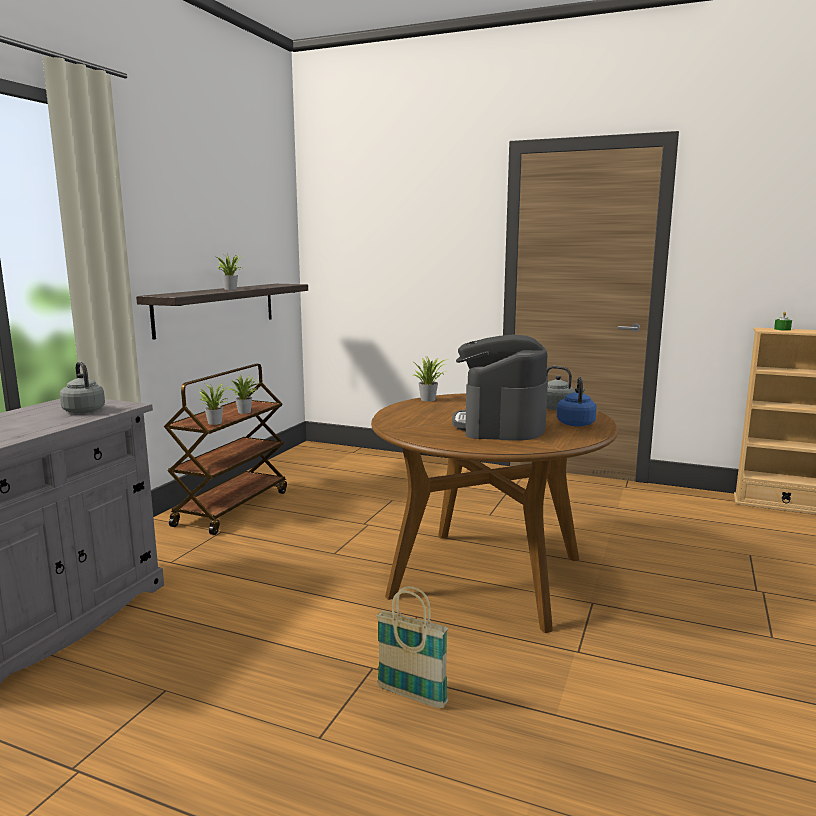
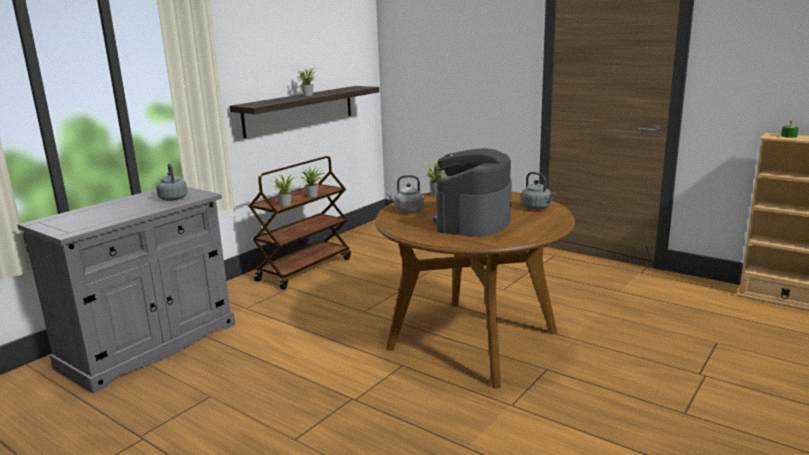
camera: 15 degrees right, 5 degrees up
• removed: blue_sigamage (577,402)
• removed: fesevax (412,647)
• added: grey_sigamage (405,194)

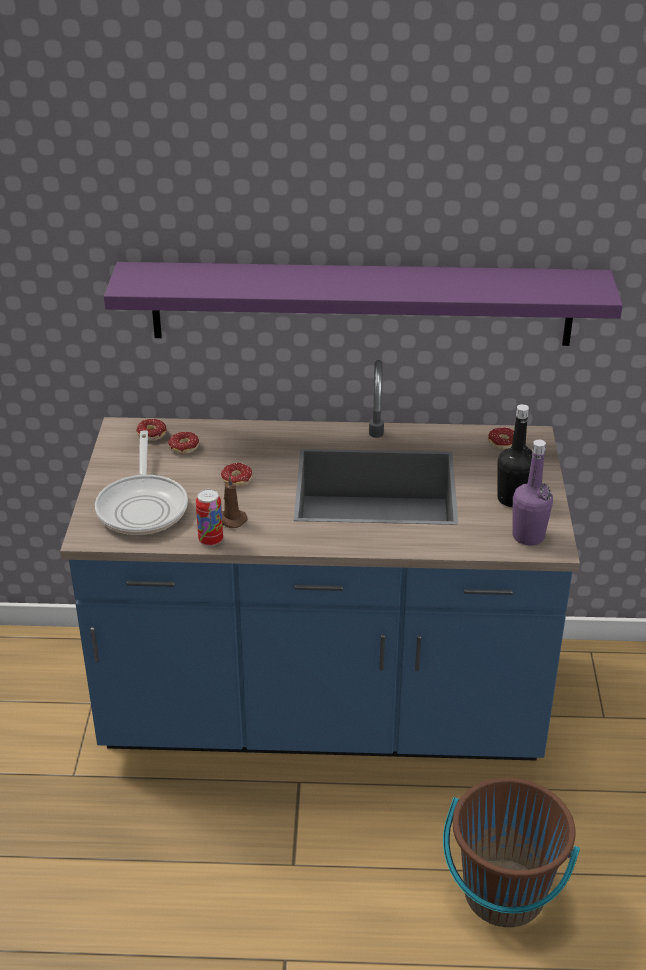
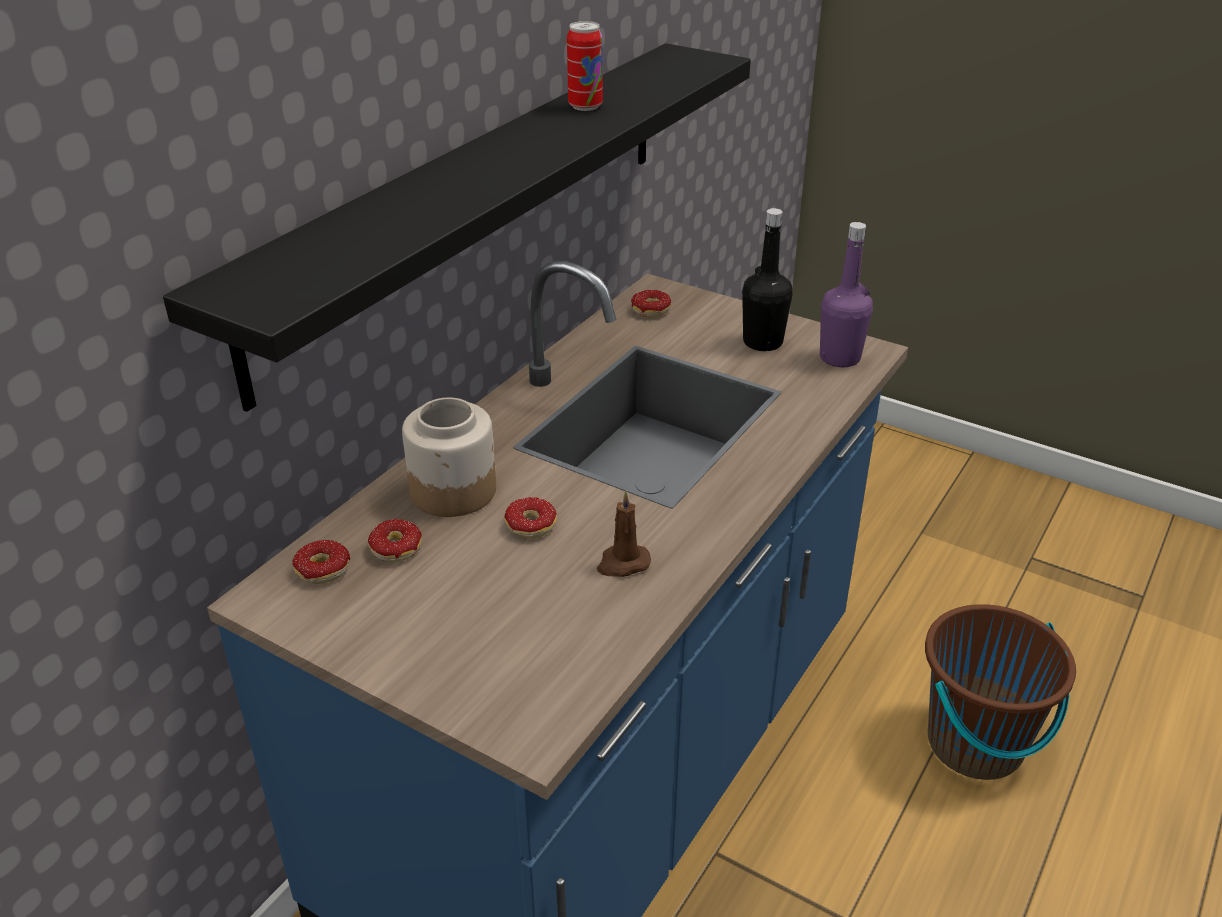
camera: 60 degrees left, 0 degrees up
• recoloured: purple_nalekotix (363,304) to black_nalekotix (457,227)
• removed: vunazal (141,482)
• moved: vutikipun (209,517) to (585,66)
• added: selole (449,457)

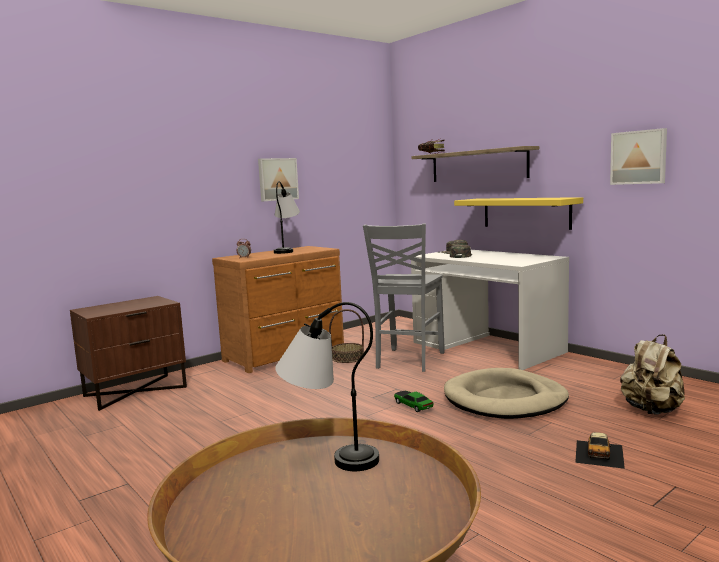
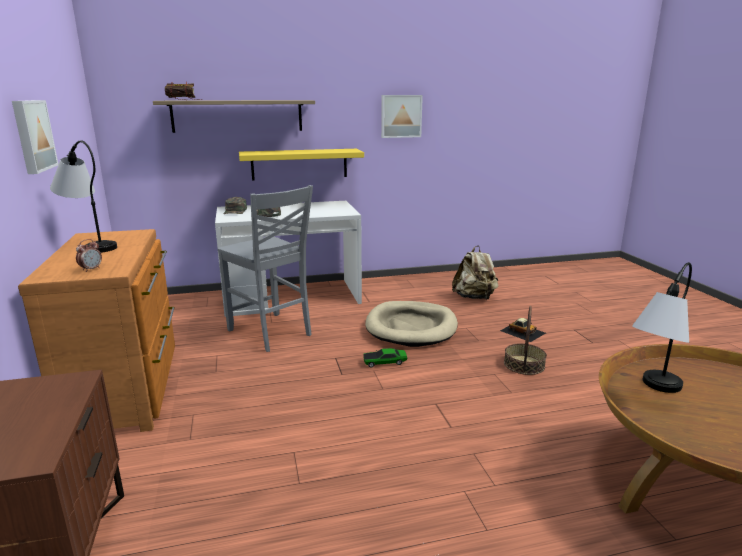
camera: 65 degrees left, 10 degrees up
• moved: fesevax (346,336) to (525,340)

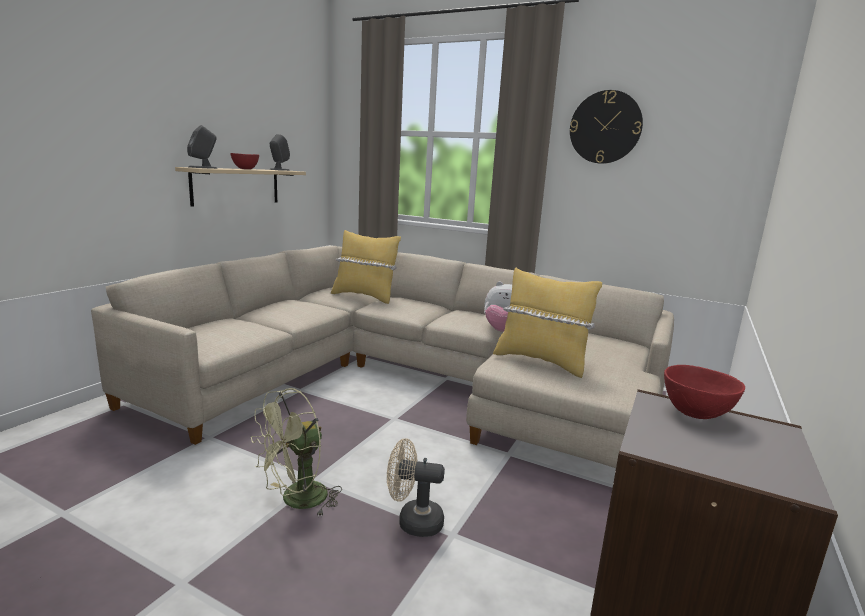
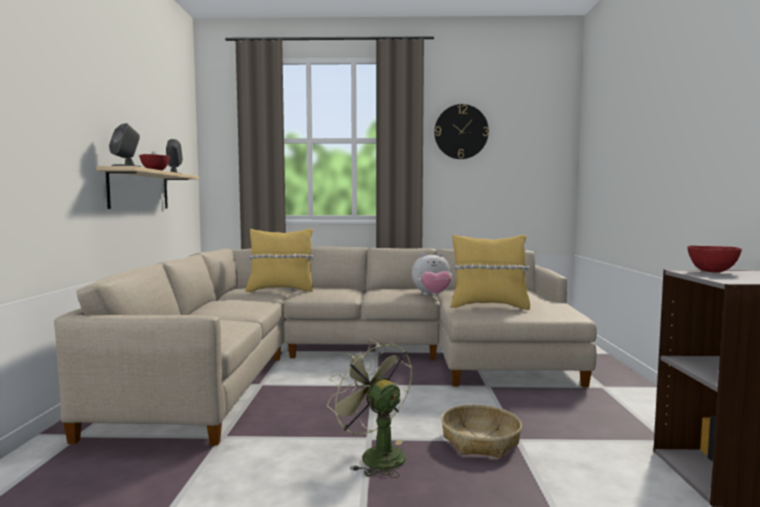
camera: 25 degrees left, 10 degrees down
• turned: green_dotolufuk (296,452) = (369,408) 120 degrees clockwise
• replaced: beige_dotolufuk (416,487) to fesevax (481,431)

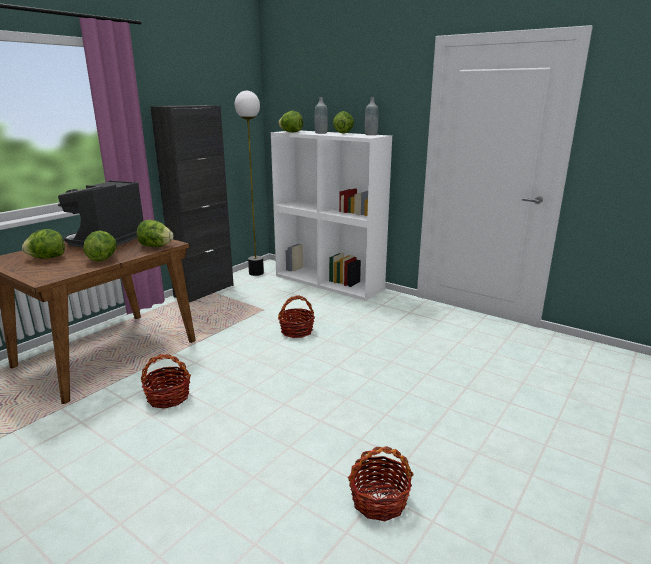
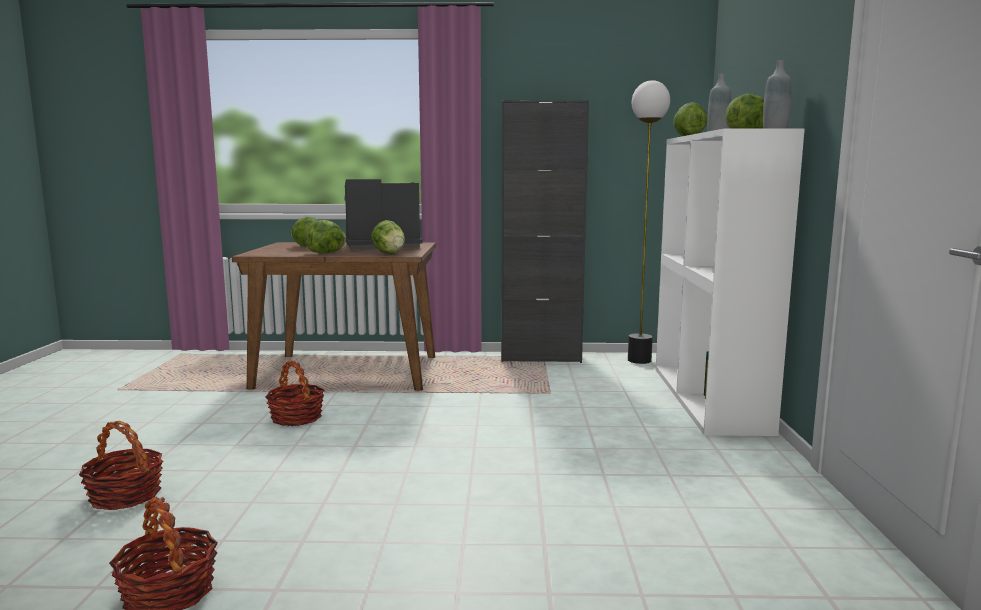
camera: 55 degrees right, 10 degrees down
• moved: fesevax (296,317) to (121,465)

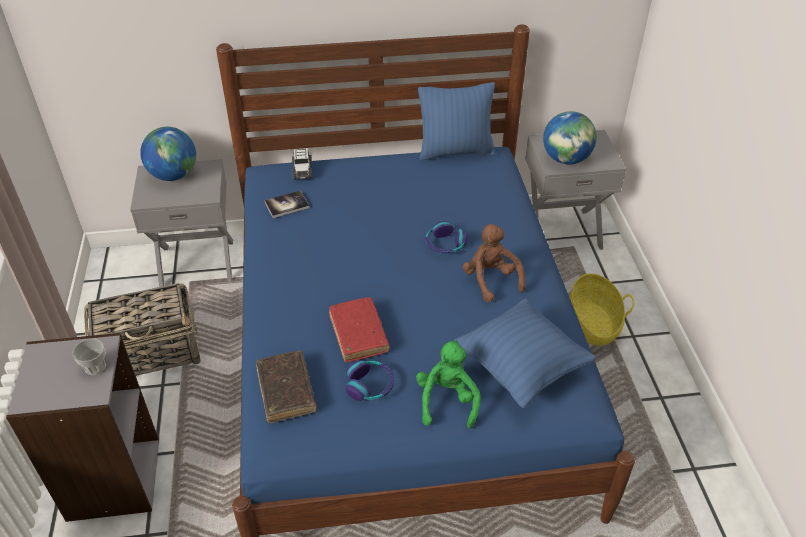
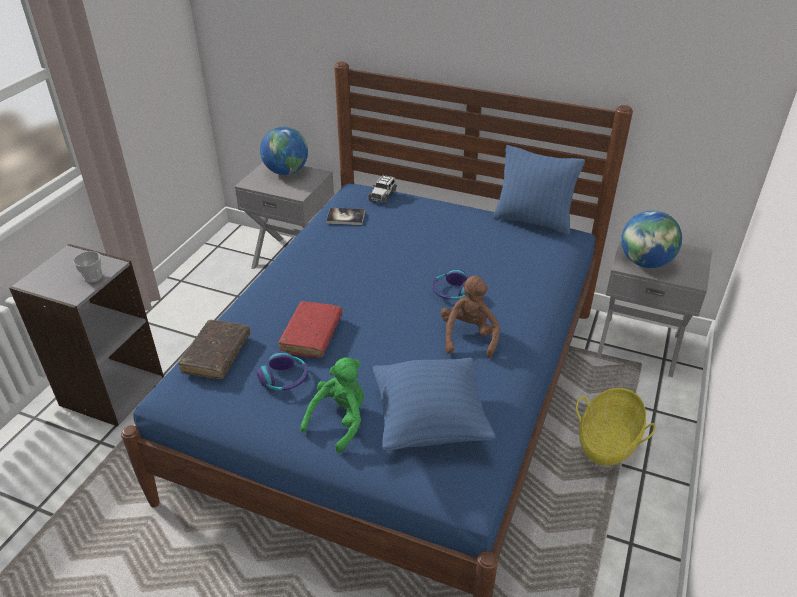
camera: 30 degrees right, 5 degrees down
• removed: fesevax (142,329)

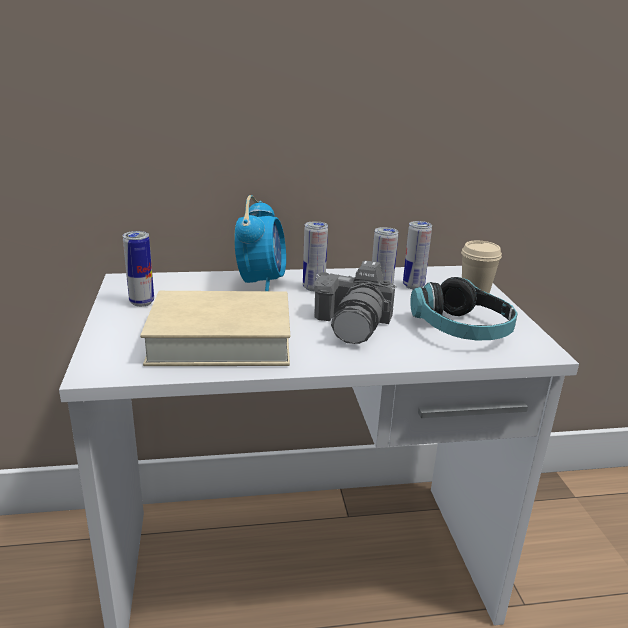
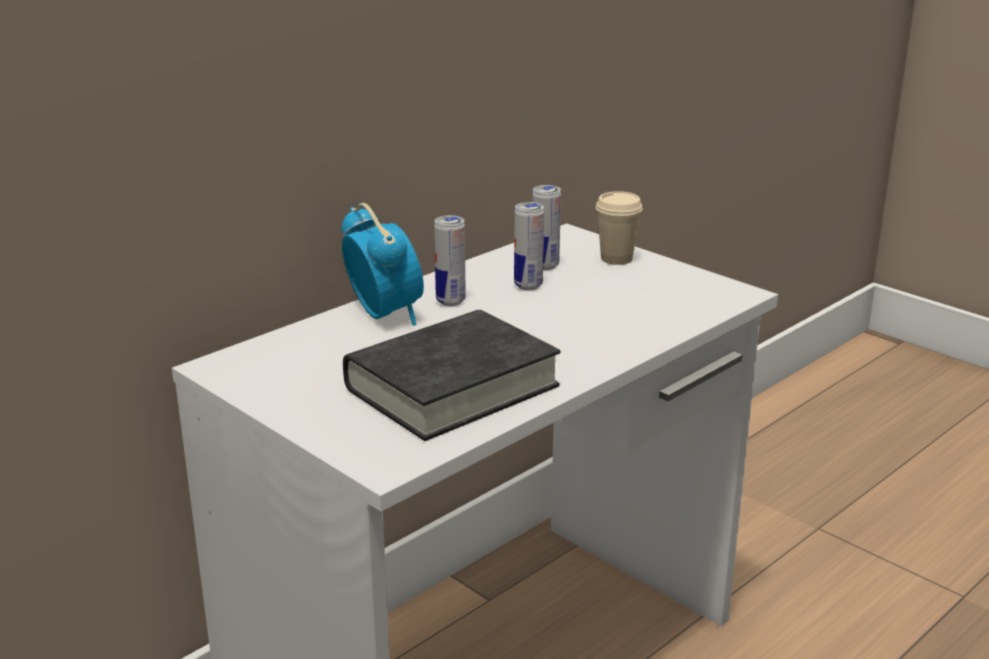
camera: 35 degrees left, 0 degrees up
• removed: vutikipun (138,269)
• removed: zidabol (355,302)
• removed: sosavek (464,309)
• recoloured: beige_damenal (215,328) to black_damenal (451,375)

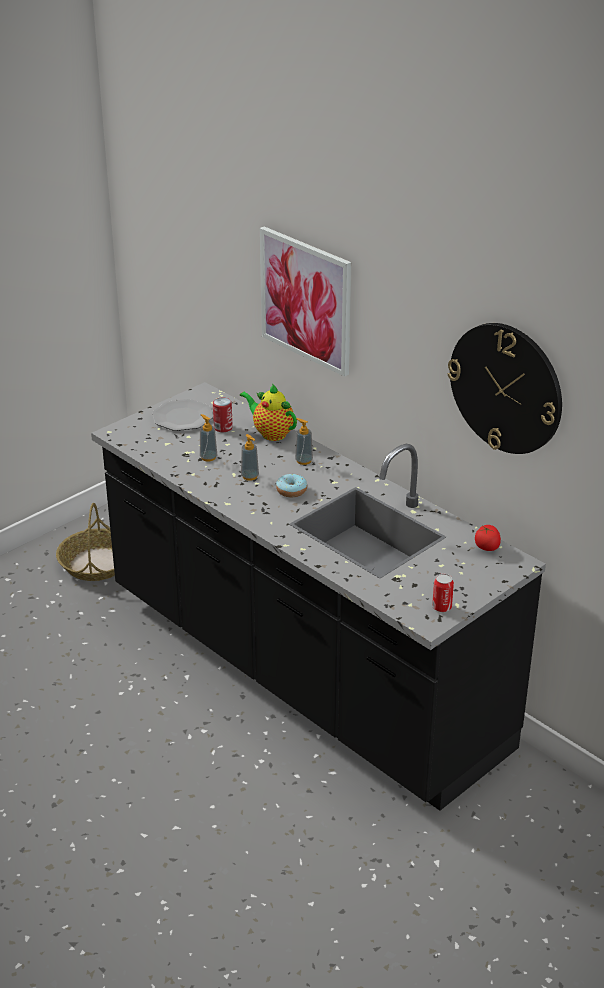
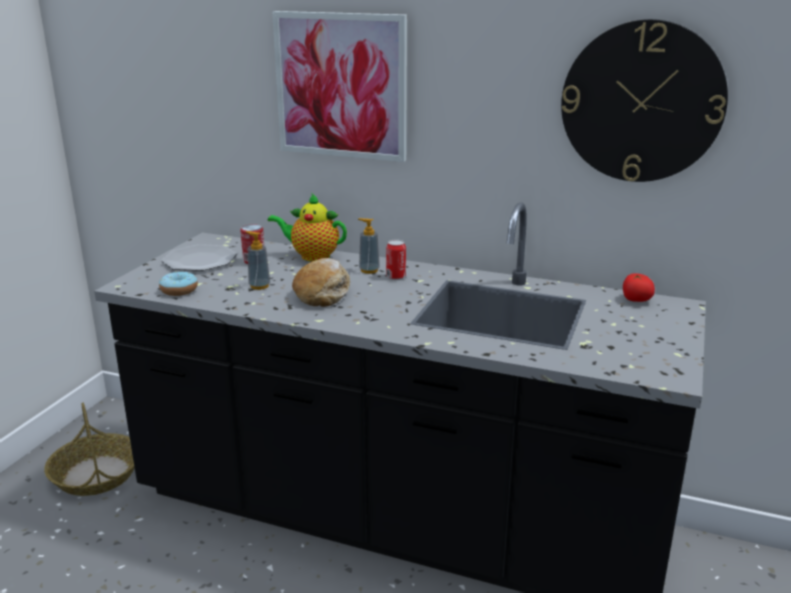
camera: 25 degrees left, 10 degrees down
• replaced: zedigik (250,457) to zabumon (321,282)
• moved: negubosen (291,485) to (178,284)
• moved: vutikipun (443,593) to (396,259)

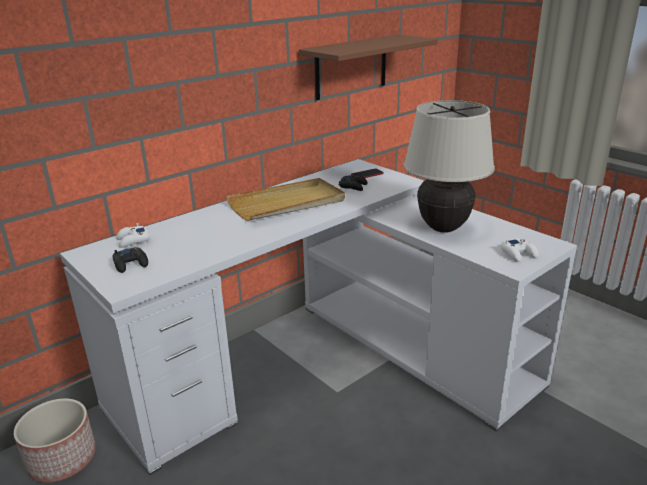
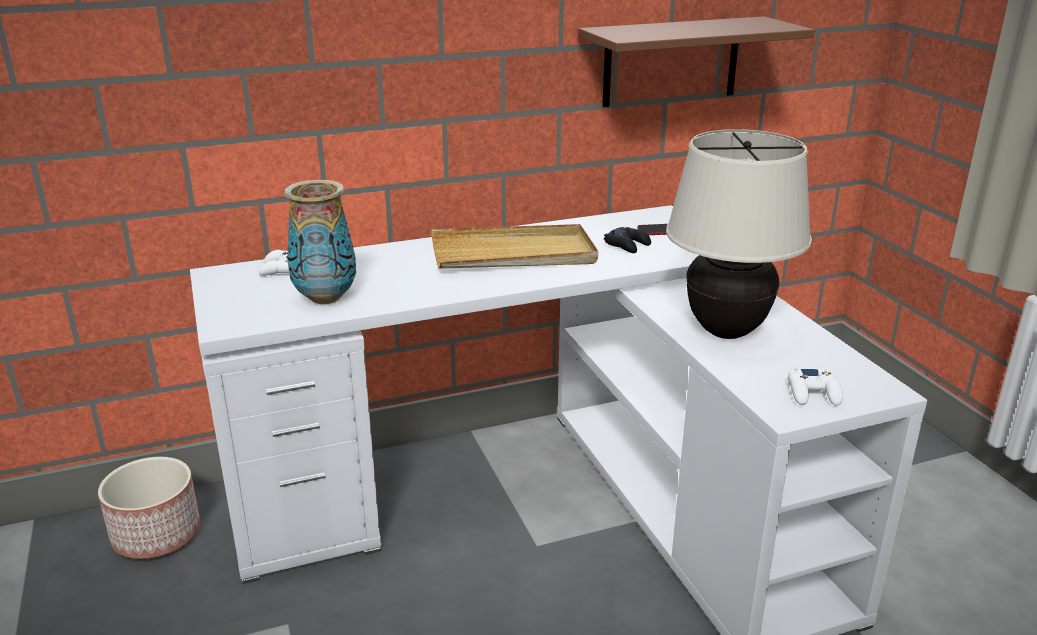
camera: 20 degrees right, 0 degrees up
• removed: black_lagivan (130,260)
• added: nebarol (320,242)

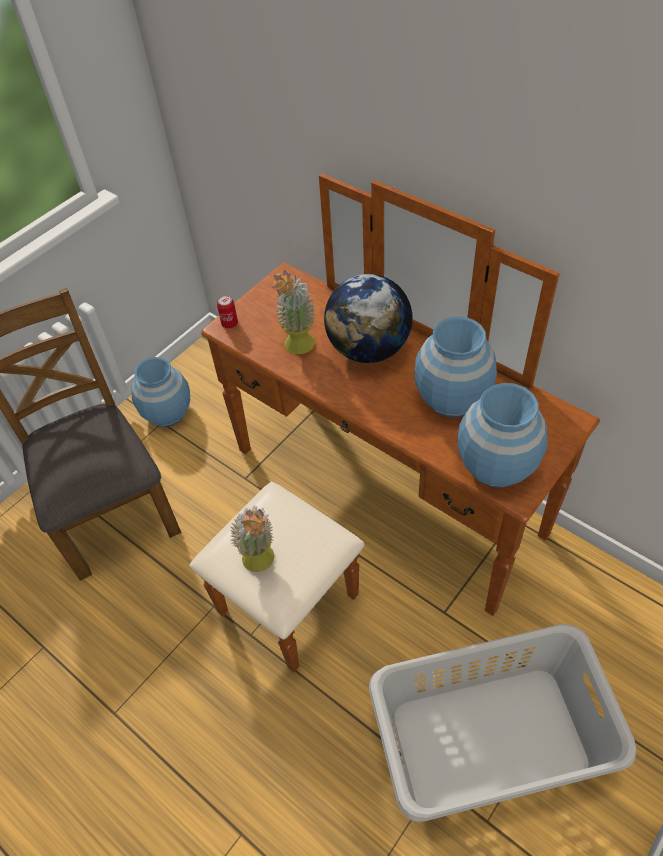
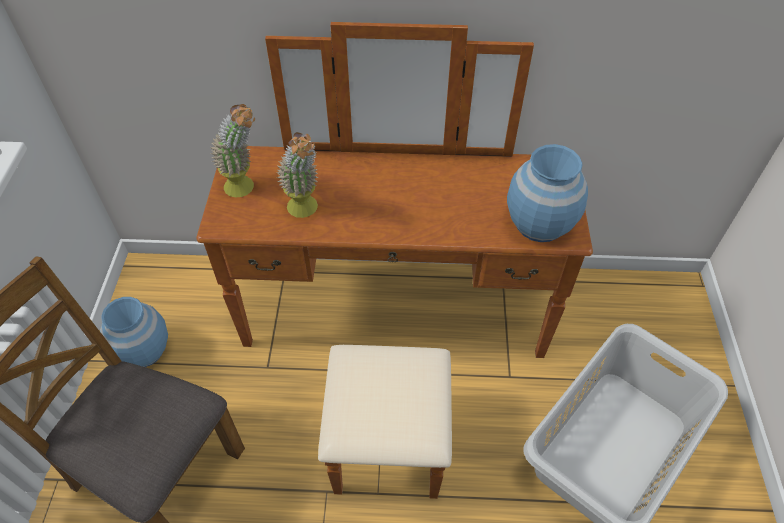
camera: 40 degrees left, 0 degrees up
• removed: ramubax (368,318)
• removed: vutikipun (227,312)
• removed: blue_nebarol (455,366)
• moved: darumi (253,538) to (232,150)

